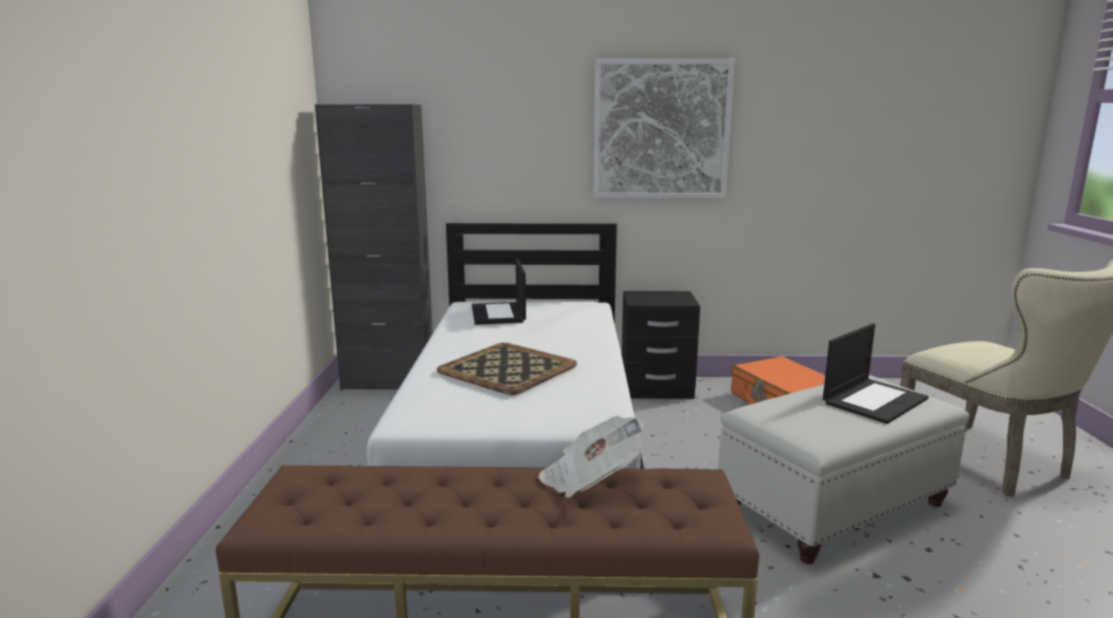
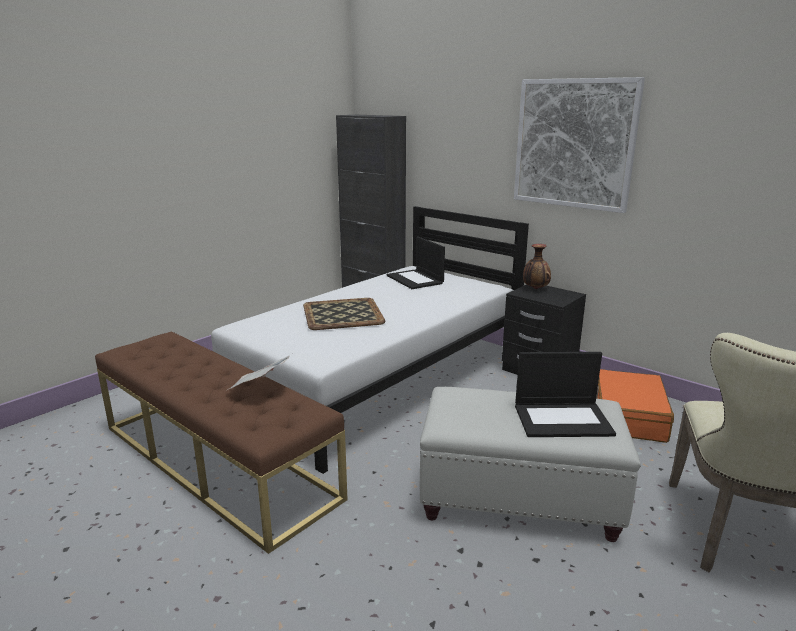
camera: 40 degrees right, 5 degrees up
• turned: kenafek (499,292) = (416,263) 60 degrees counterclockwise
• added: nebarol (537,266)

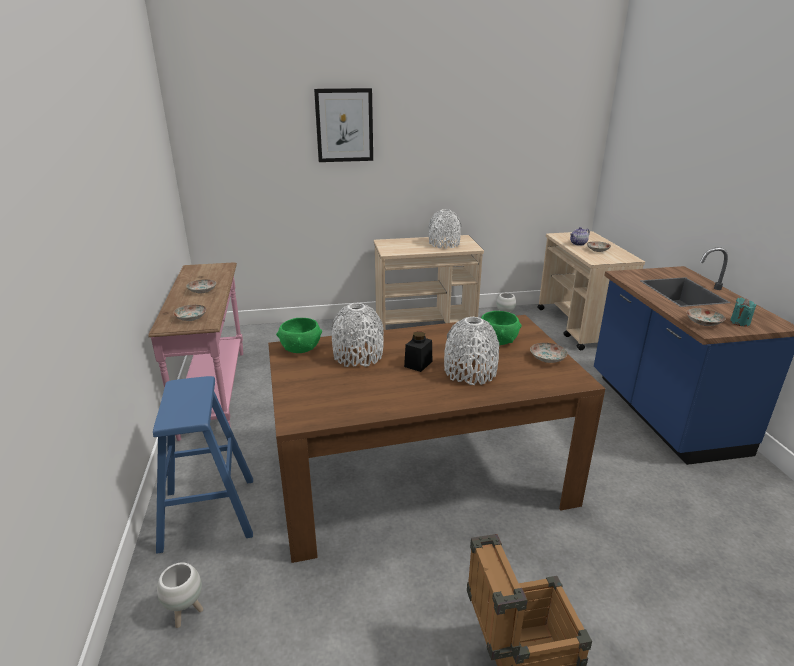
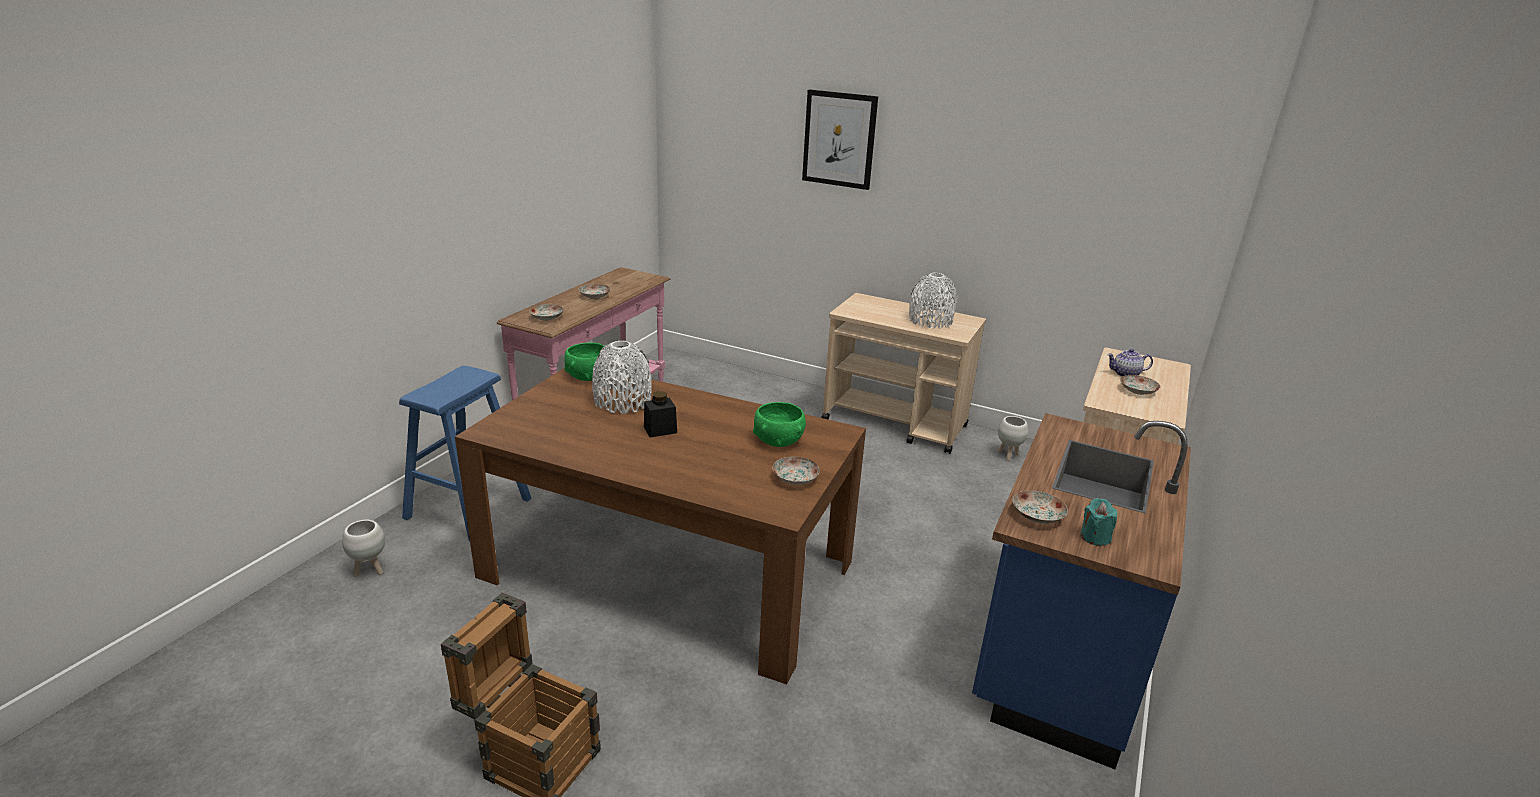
camera: 35 degrees right, 0 degrees up
• removed: white_nebarol (471,351)

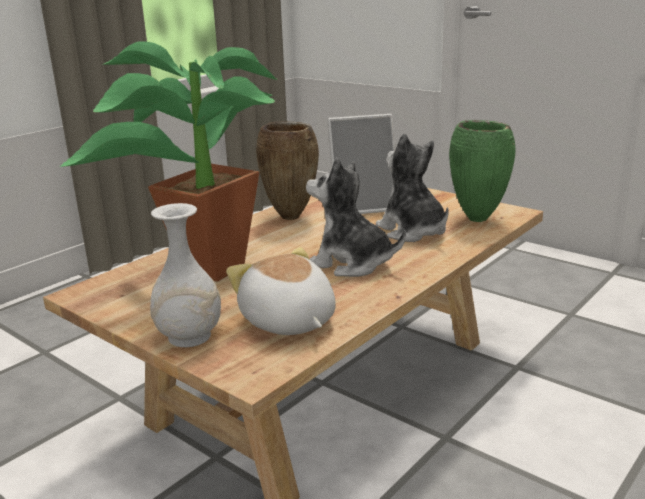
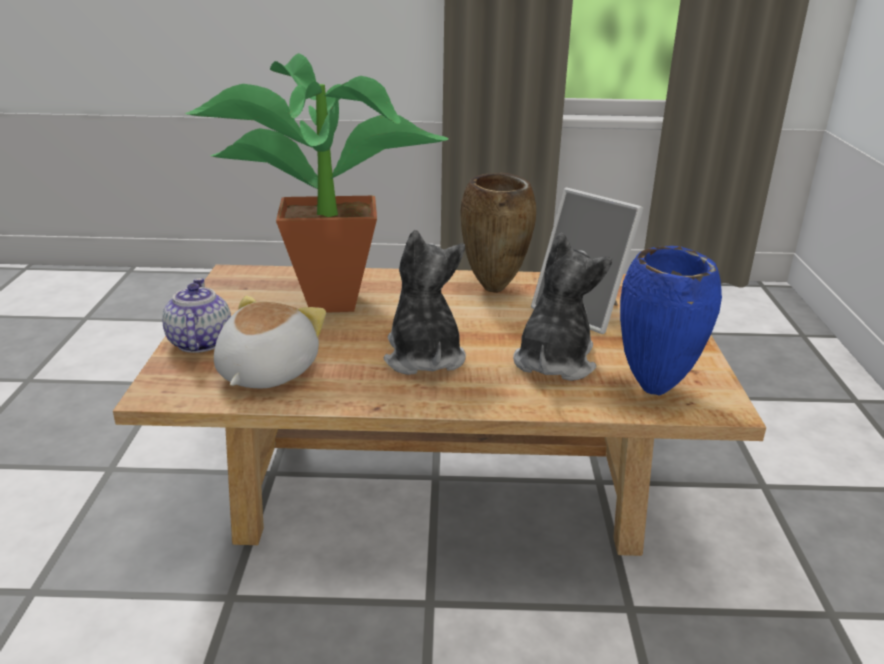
camera: 50 degrees right, 5 degrees up
• recoloured: green_nebarol (482,171) to blue_nebarol (671,321)
• replaced: white_nebarol (185,275) to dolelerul (196,315)

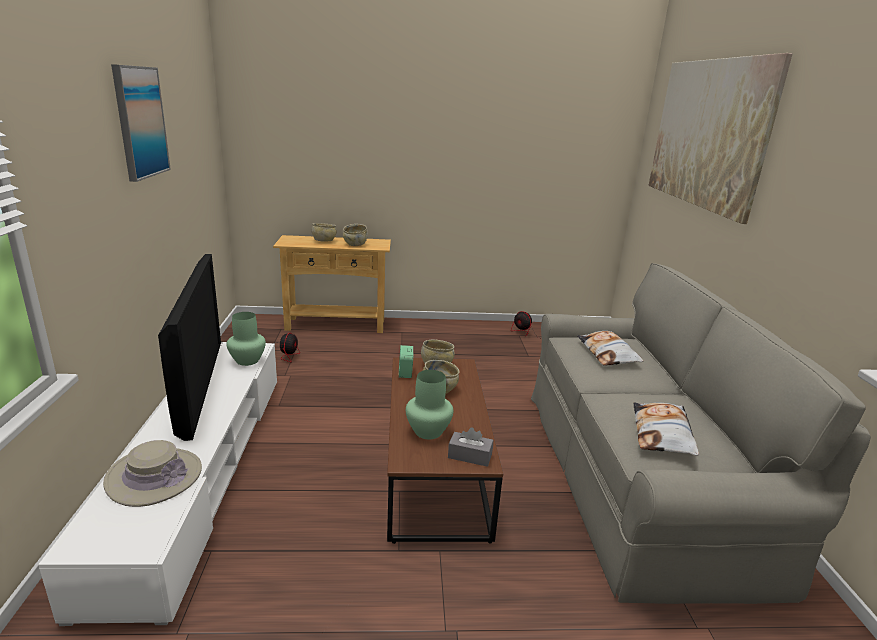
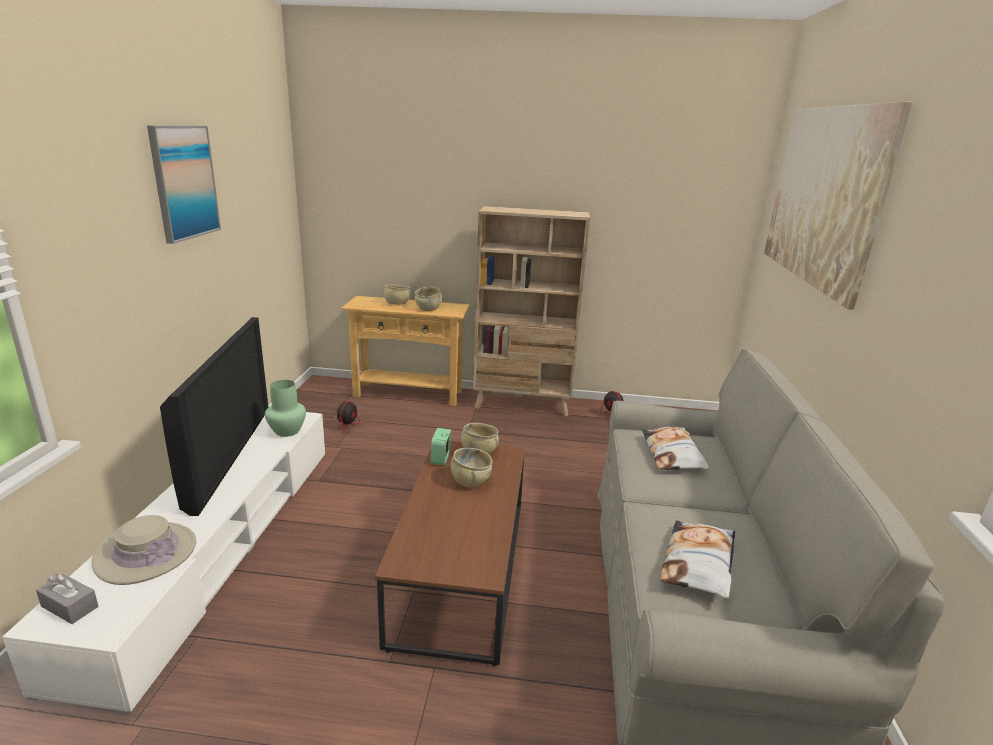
camera: 10 degrees right, 0 degrees up
• removed: green_nebarol (429,404)
• moved: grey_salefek (470,447) to (67,599)
• added: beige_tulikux (531,311)

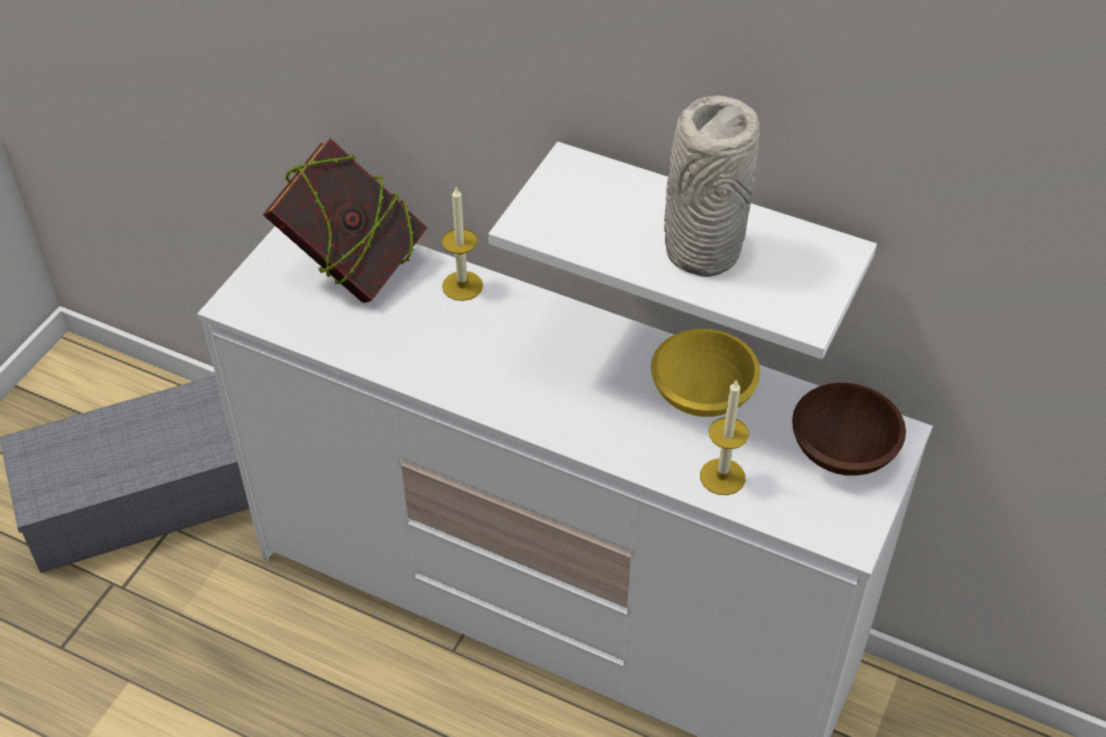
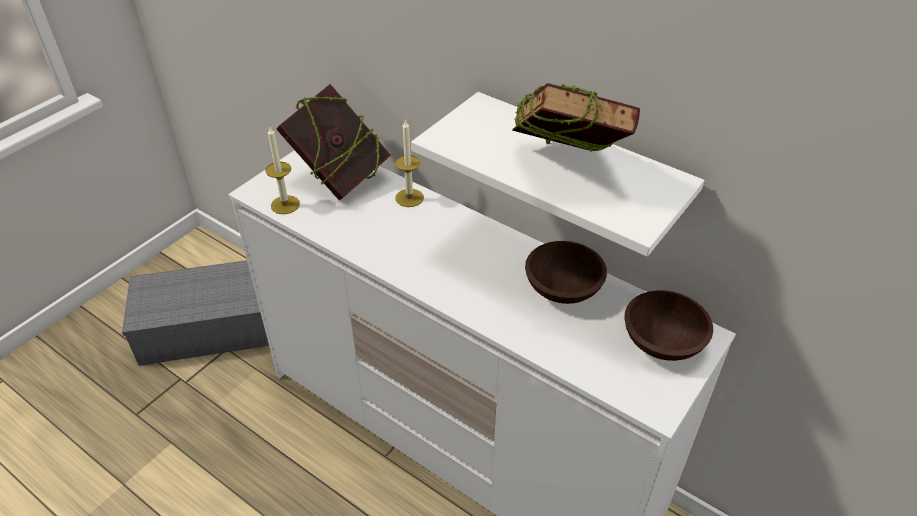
camera: 10 degrees right, 5 degrees down
• replaced: grey_nebarol (712,186) to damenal (576,117)
• recoloured: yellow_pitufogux (705,373) to brown_pitufogux (566,272)
• moved: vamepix (724,437) to (283,170)

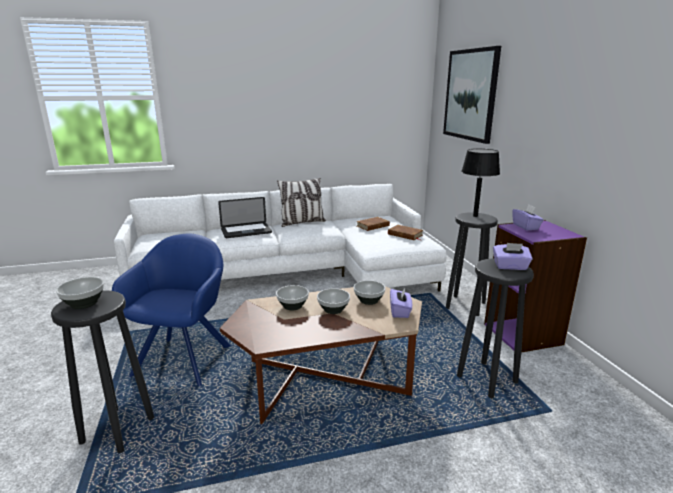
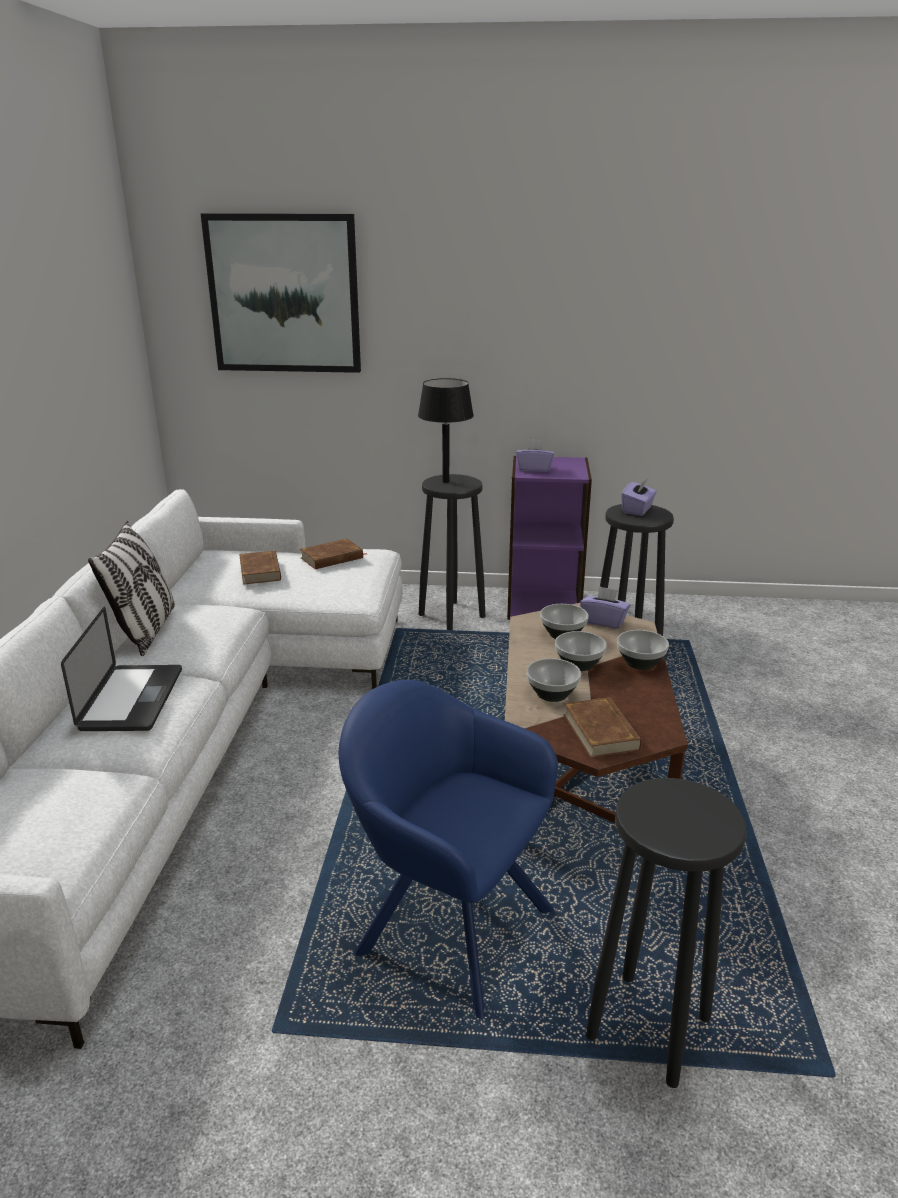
camera: 70 degrees left, 5 degrees up
• moved: pitufogux (80,293) to (643,650)
• added: brown_damenal (602,727)

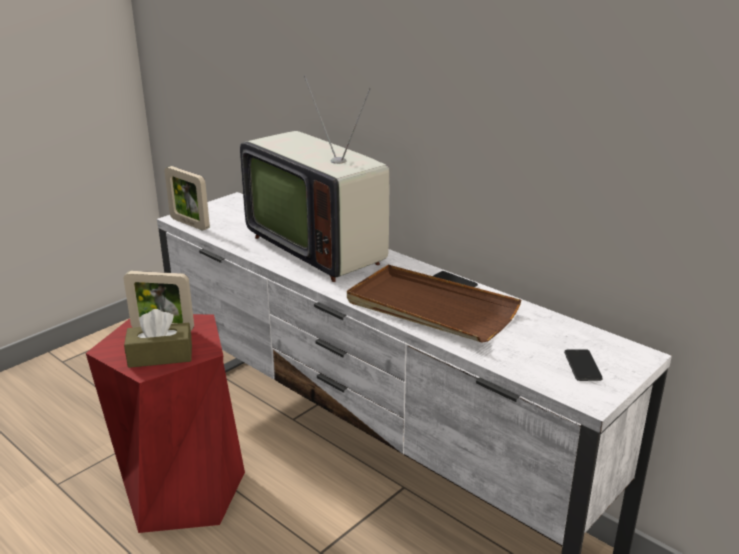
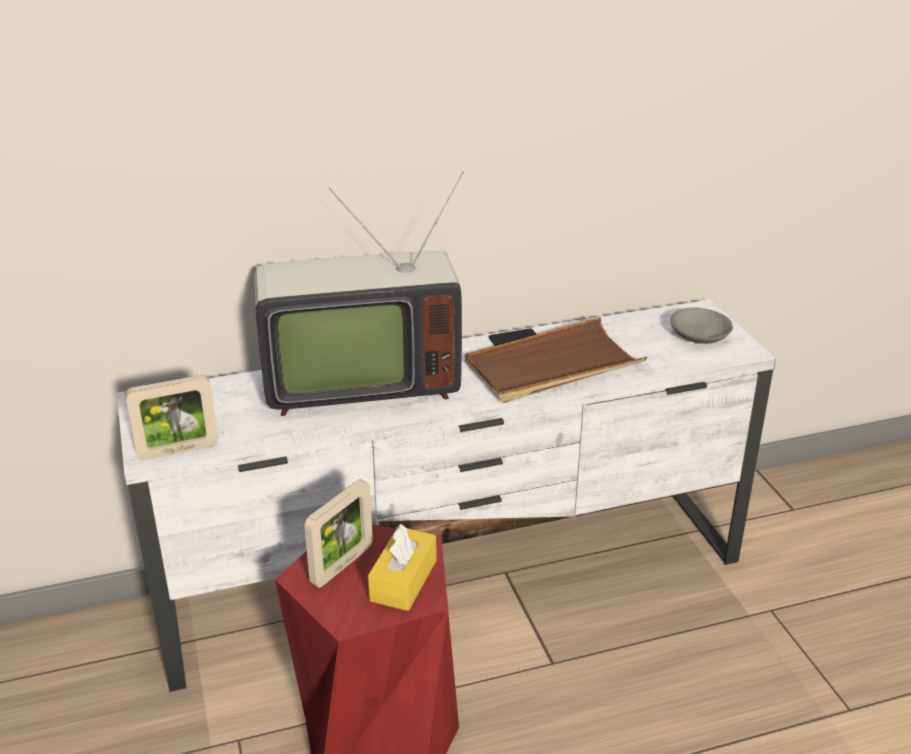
camera: 60 degrees left, 5 degrees up
• recoloured: brown_salefek (158,338) to yellow_salefek (402,567)
• replaced: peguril (583,365) to grey_pitufogux (702,326)

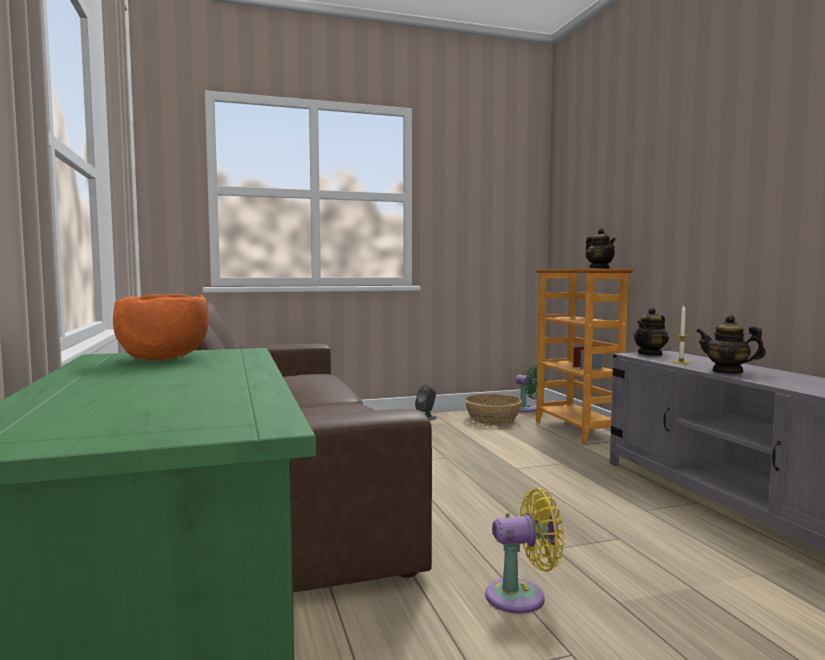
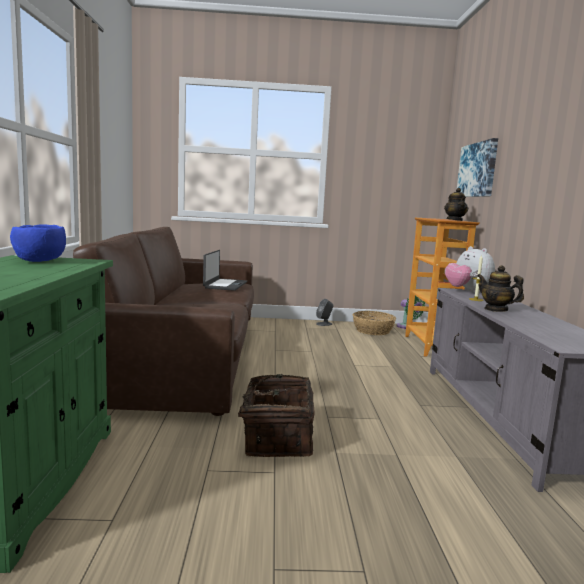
camera: 15 degrees right, 5 degrees up
• recoloured: orange_pitufogux (161,327) to blue_pitufogux (38,243)
• replaced: dolelerul (651,331) to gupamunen (470,269)
• replaced: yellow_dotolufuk (525,551) to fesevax (268,415)
• added: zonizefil (477,167)
• added: kenafek (225,270)

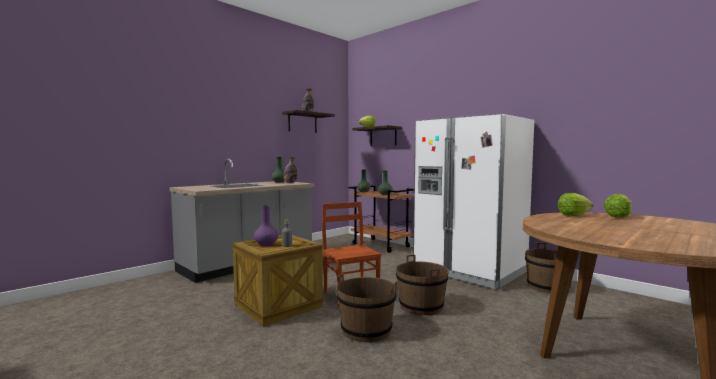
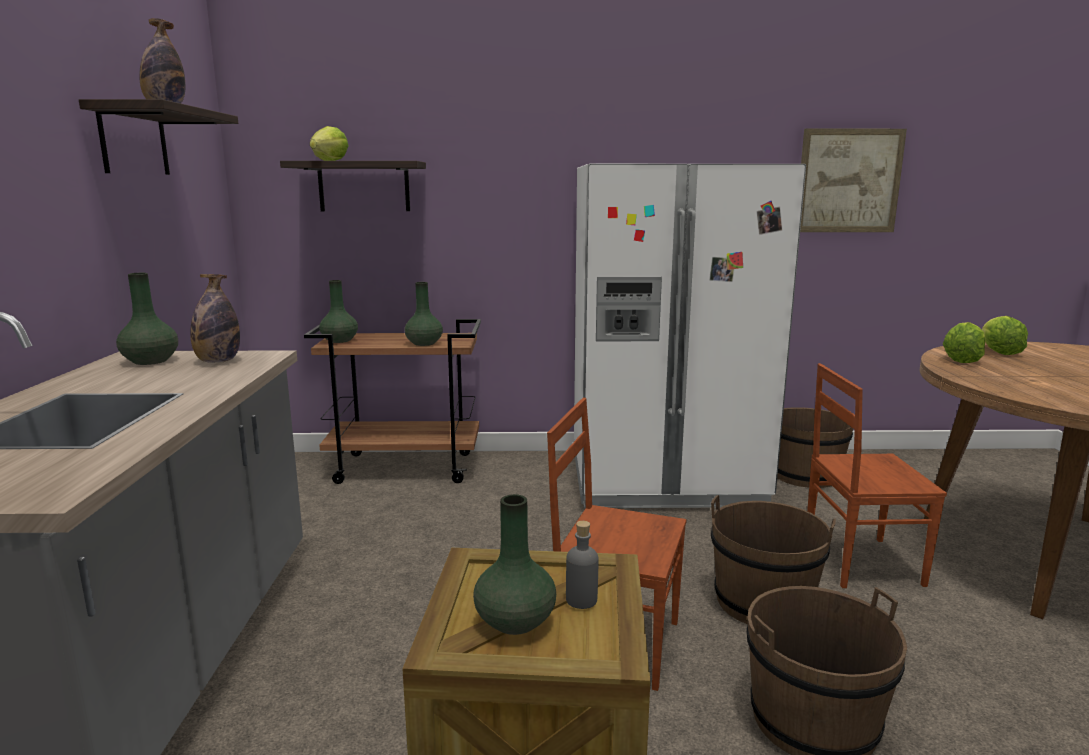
camera: 45 degrees left, 10 degrees up
• recoloured: purple_nebarol (266,225) to green_nebarol (514,564)
• added: zonizefil (853,180)
• added: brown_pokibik (877,475)

